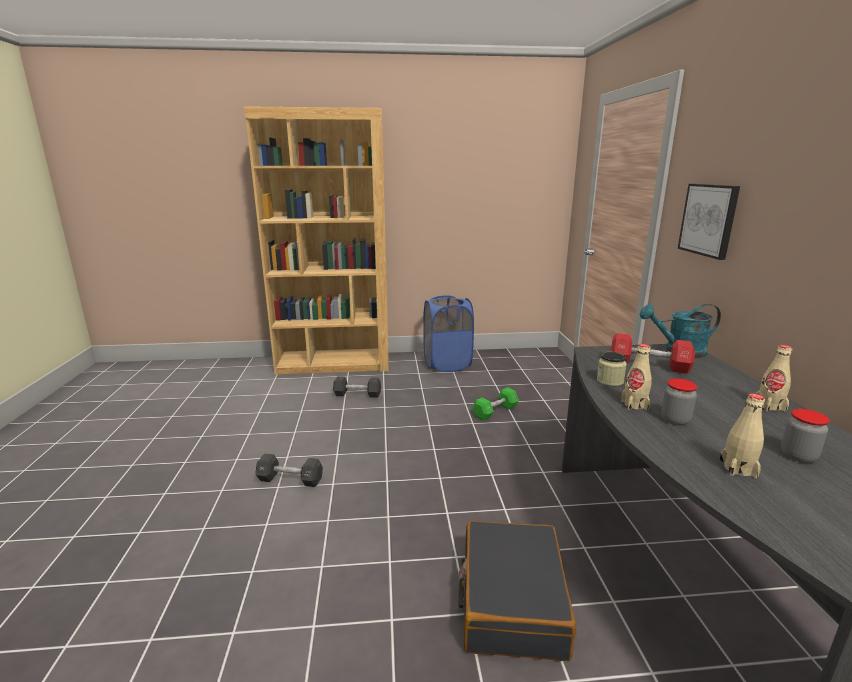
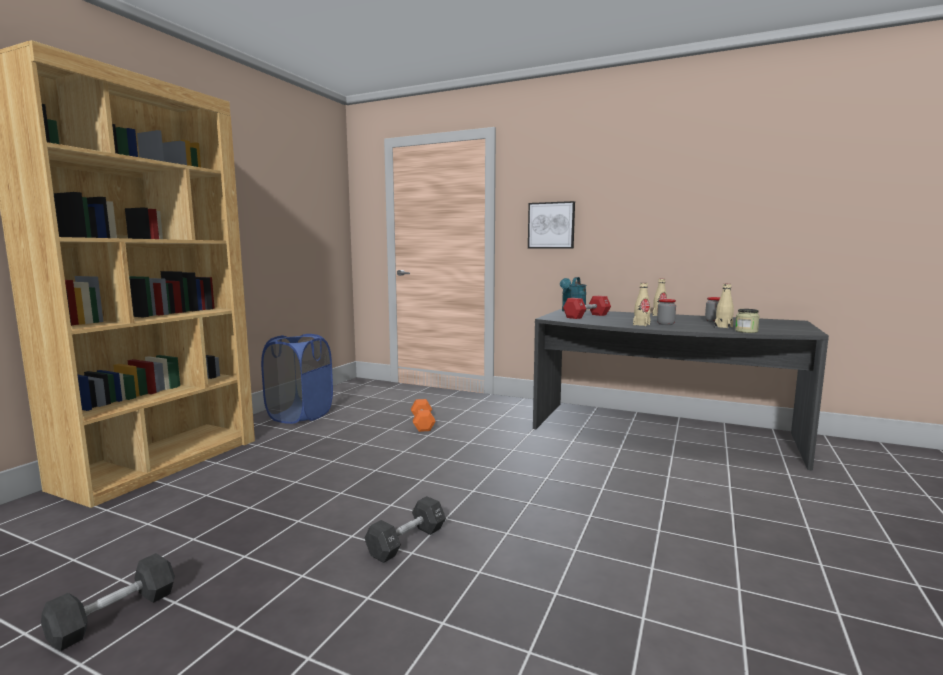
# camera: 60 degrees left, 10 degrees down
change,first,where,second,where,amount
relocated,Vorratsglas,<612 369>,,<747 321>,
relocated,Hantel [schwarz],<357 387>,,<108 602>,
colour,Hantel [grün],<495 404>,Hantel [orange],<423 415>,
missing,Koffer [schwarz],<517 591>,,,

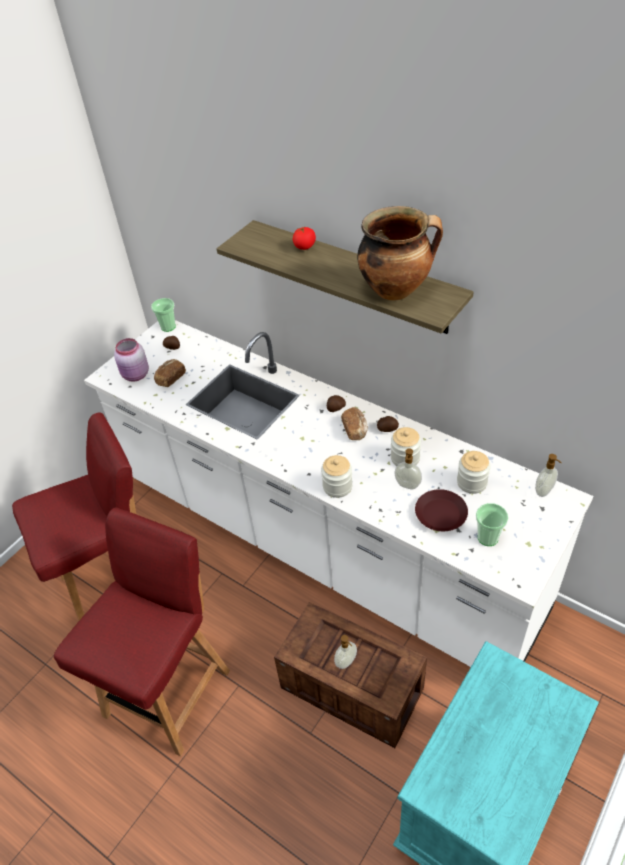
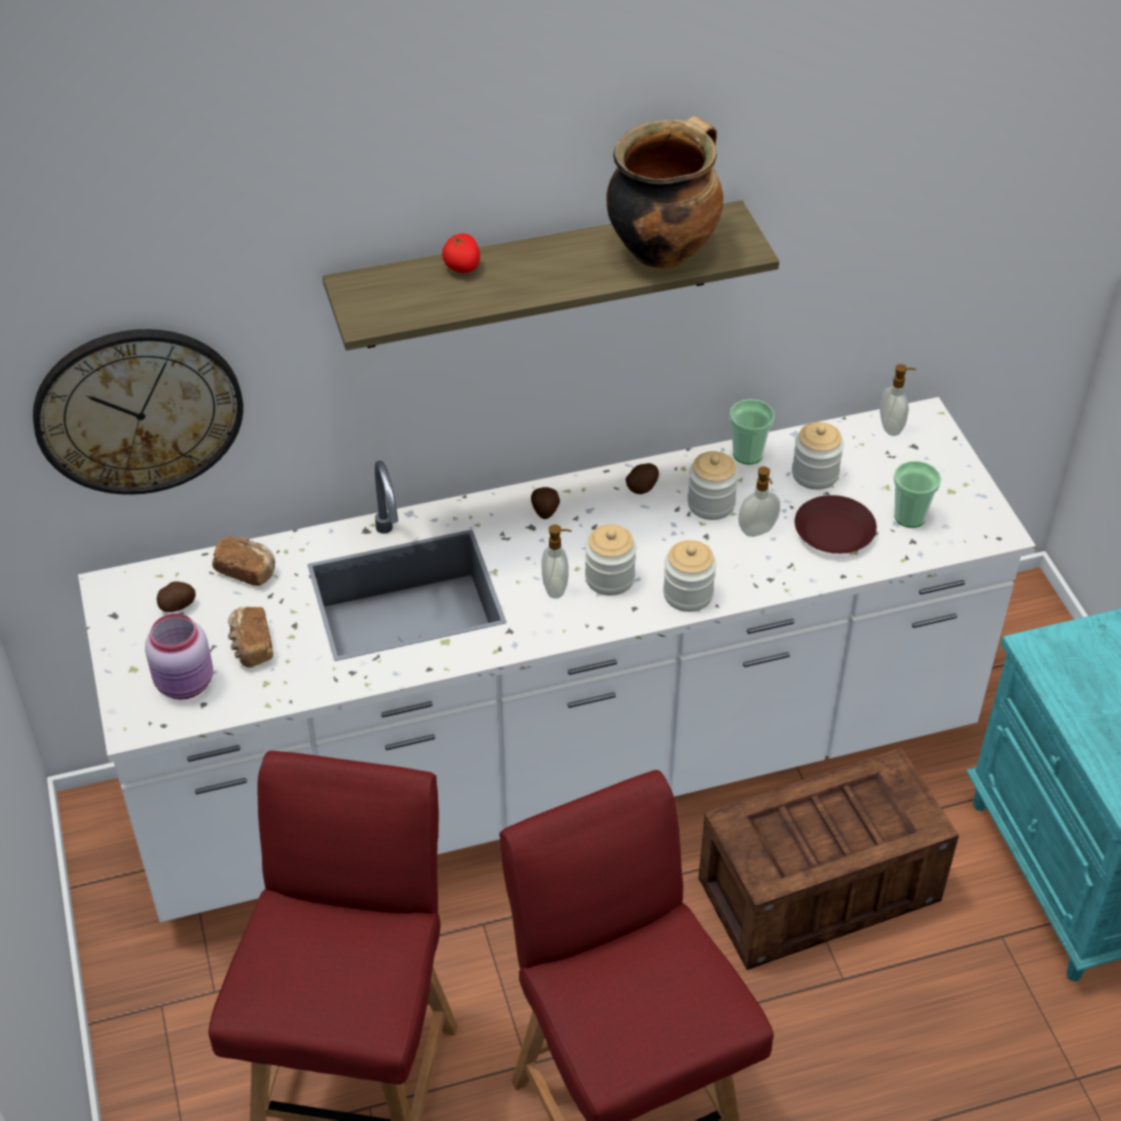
# camera: 55 degrees left, 0 degrees up
change,first,where,second,where,amount
relocated,Tasse,<163 315>,,<752 432>,
relocated,Brot,<354 423>,,<243 561>,
relocated,Seifenspender,<345 652>,,<557 561>,
appeared,,,Wanduhr,<138 412>,
appeared,,,Vorratsglas,<610 560>,

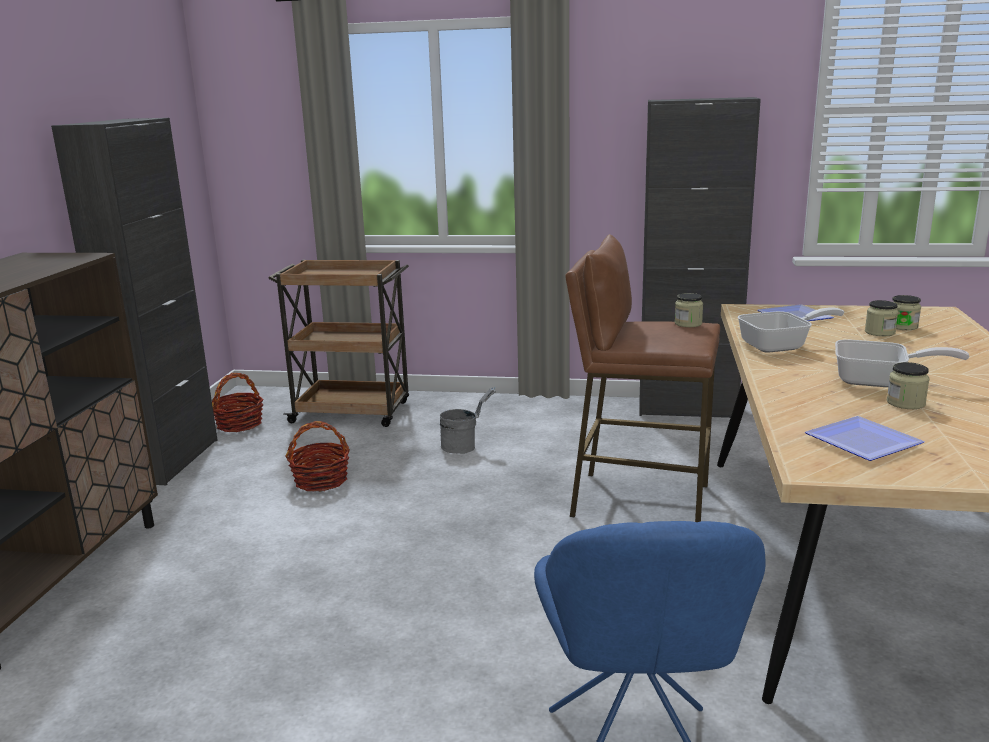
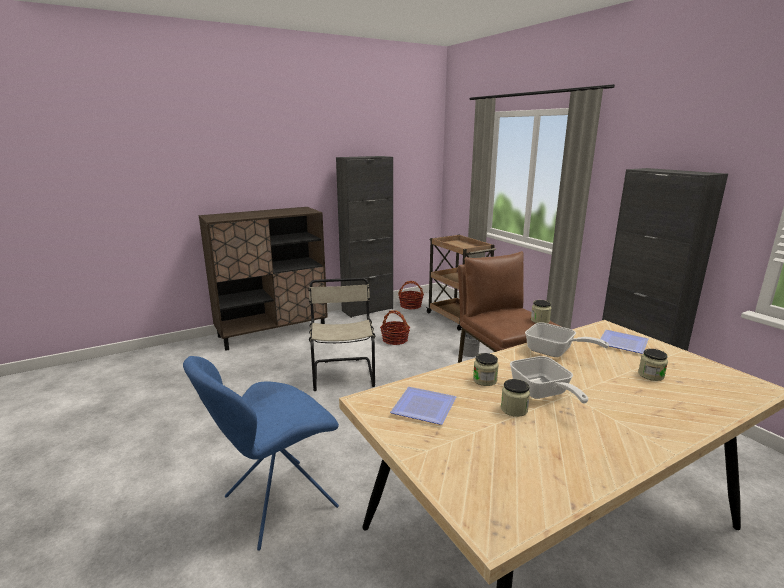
# camera: 50 degrees right, 0 degrees up
change,first,where,second,where,amount
relocated,Vorratsglas,<906 312>,,<486 369>,
appeared,,,Stuhl [beige],<341 334>,

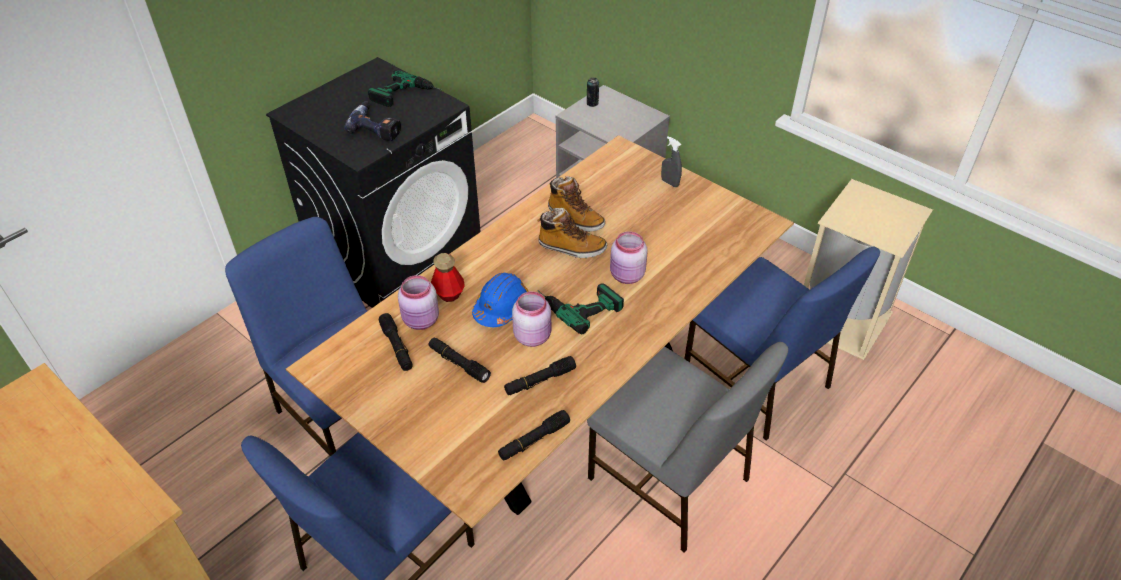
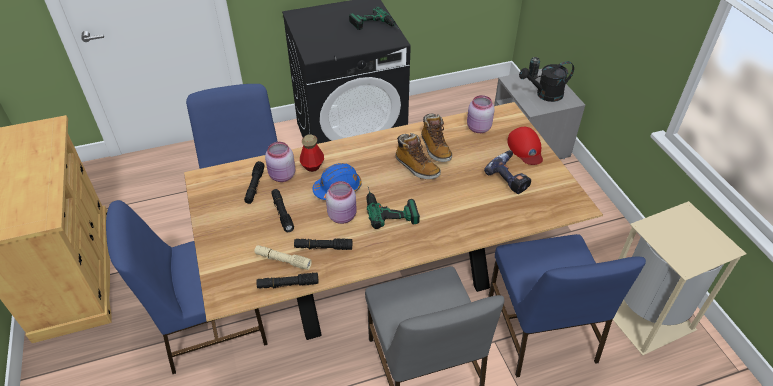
# camera: 30 degrees right, 0 degrees up
change,first,where,second,where,amount
relocated,Bohrmaschine,<372 121>,,<507 172>,
exchanged,Sprühflasche [grau],<671 161>,Kappe [rot],<525 146>,
relocated,Vorratsglas [rosa],<629 257>,,<481 114>,
appeared,,,Gießkanne [schwarz],<546 81>,
appeared,,,Taschenlampe [beige],<283 257>,

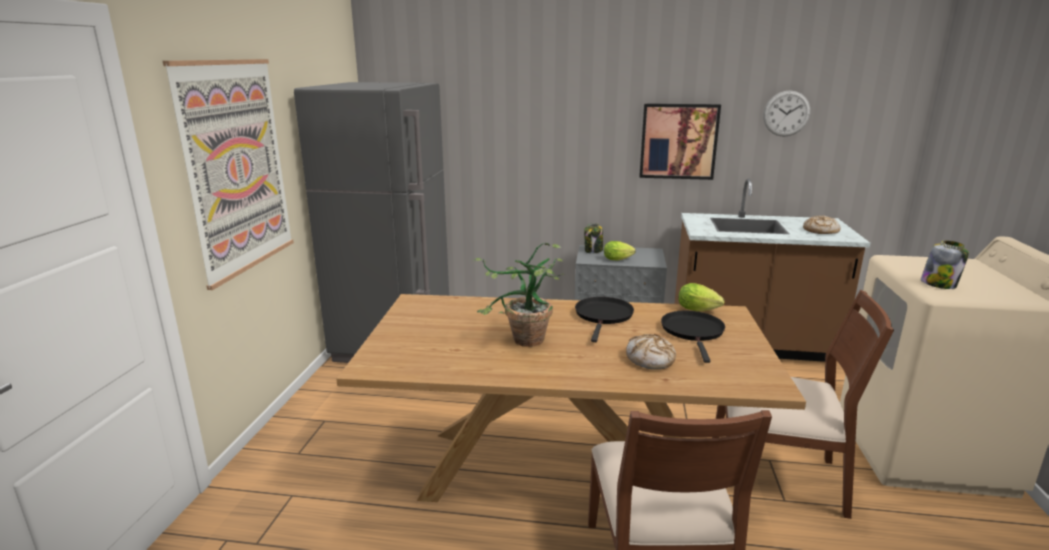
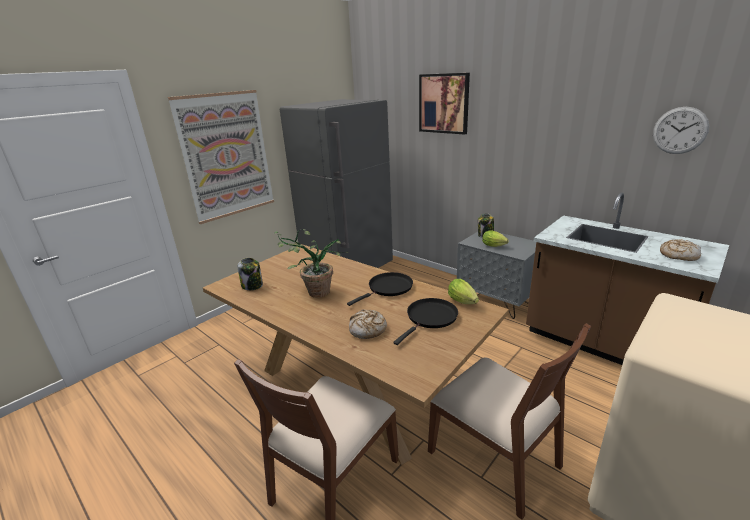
# camera: 35 degrees right, 5 degrees up
change,first,where,second,where,amount
relocated,Bild,<680 141>,,<444 104>,
relocated,Vorratsglas,<945 264>,,<250 274>,

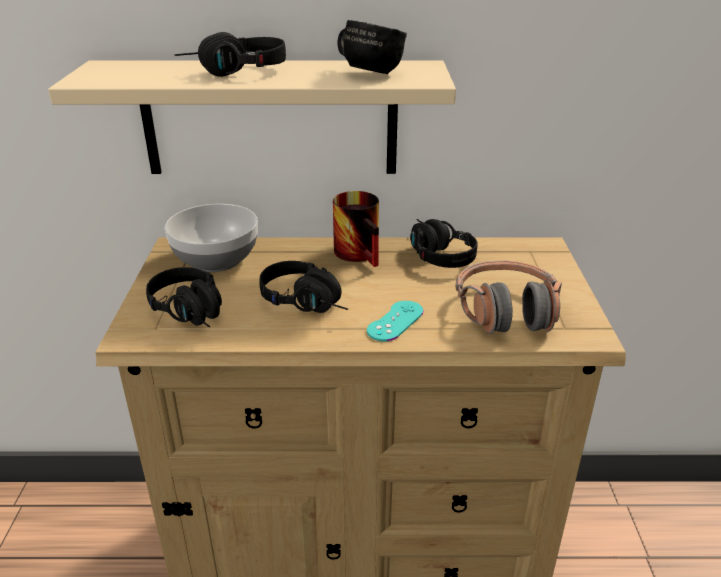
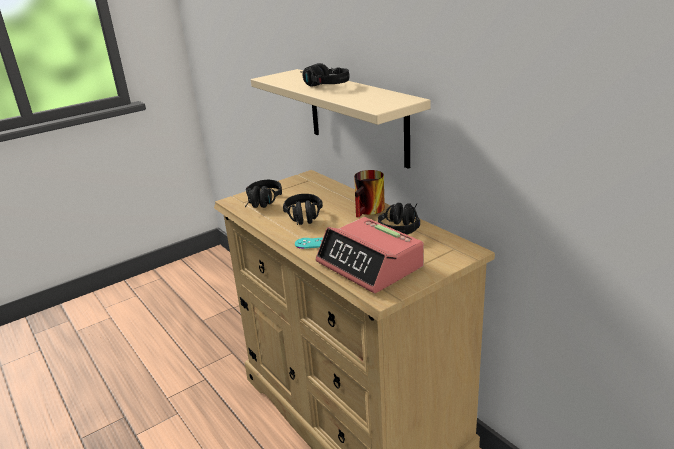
# camera: 55 degrees right, 5 degrees down
change,first,where,second,where,amount
missing,Henkelbecher [schwarz],<372 47>,,,
missing,Schüssel,<211 238>,,,
exchanged,Kopfhörer,<509 297>,Wecker,<370 255>,

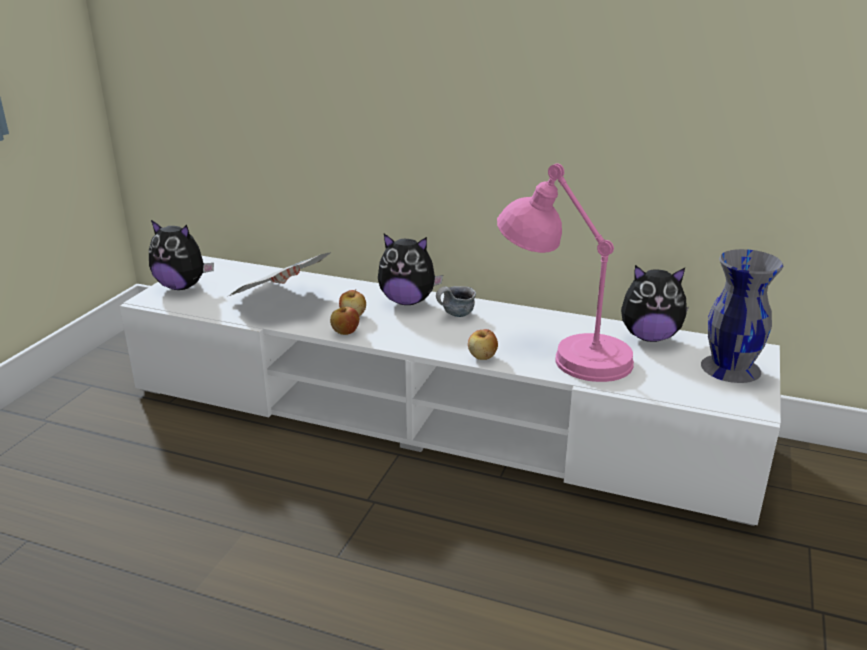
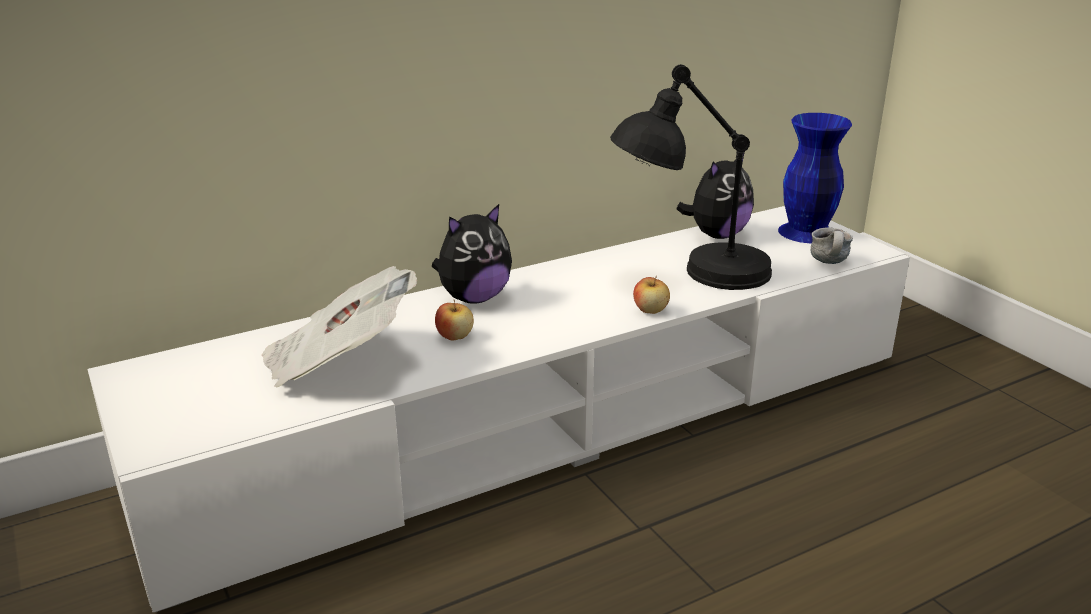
# camera: 50 degrees left, 0 degrees up
change,first,where,second,where,amount
colour,Tischlampe [rosa],<565 272>,Tischlampe [schwarz],<691 177>,
missing,Plüschtier,<181 255>,,,
colour,Vase [grau],<742 316>,Vase [blau],<815 178>,
relocated,Henkelbecher,<456 301>,,<832 245>,
missing,Apfel,<344 321>,,,

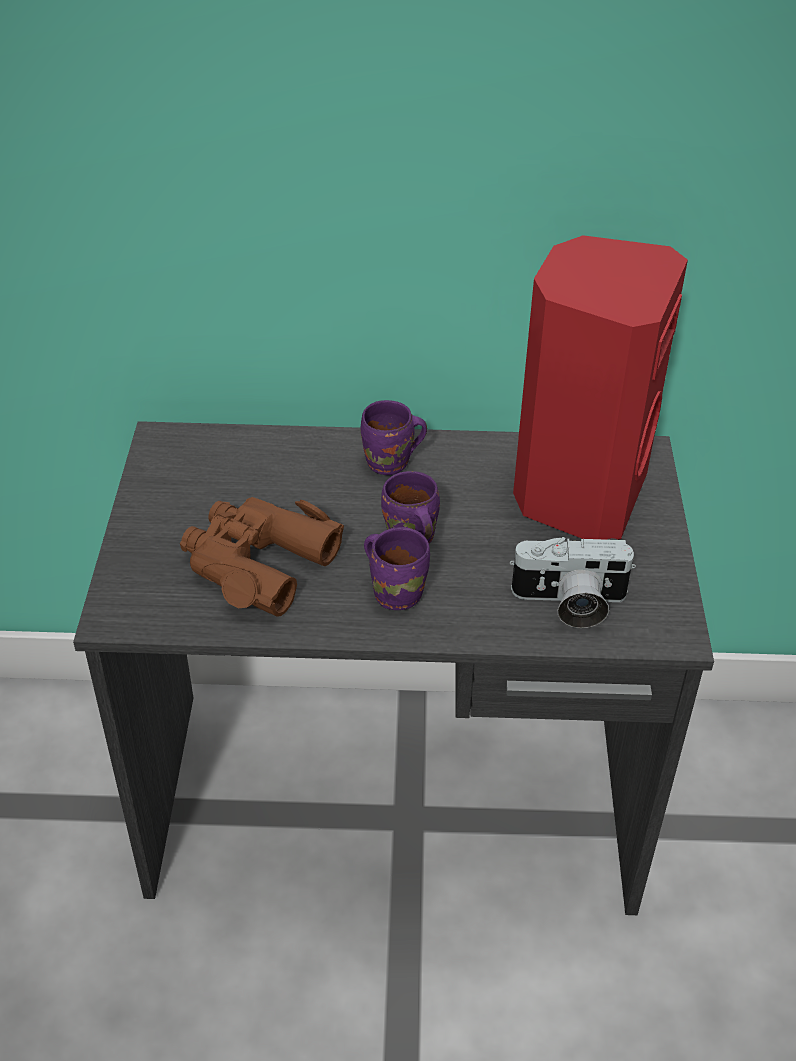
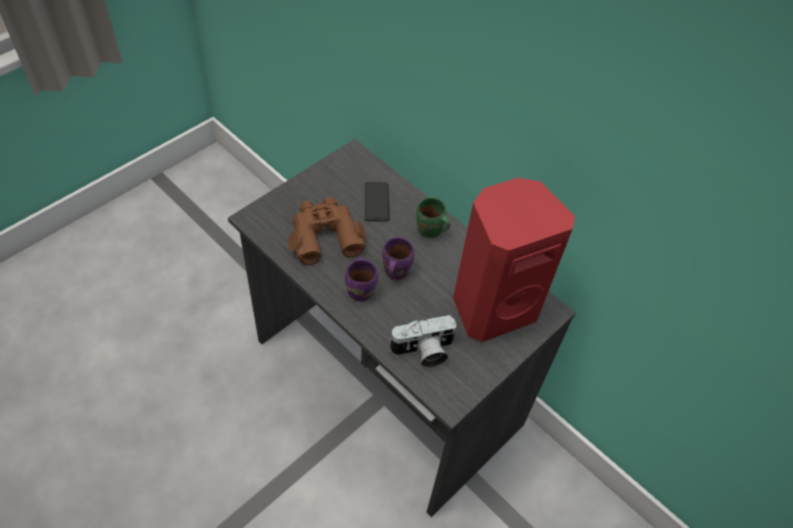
# camera: 40 degrees right, 10 degrees up
change,first,where,second,where,amount
colour,Henkelbecher [lila],<393 437>,Henkelbecher [grün],<433 217>,
spun,Kamera,<573 582>,,<423 341>,60 degrees counterclockwise
appeared,,,Handy,<376 202>,

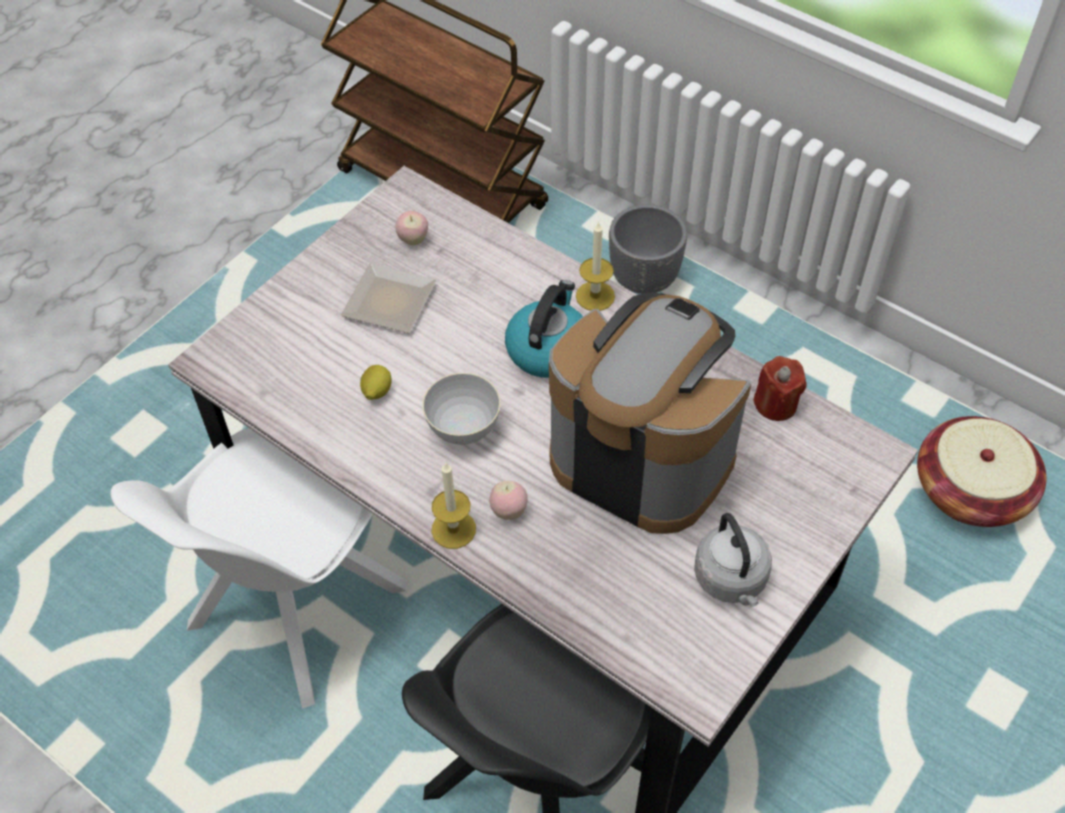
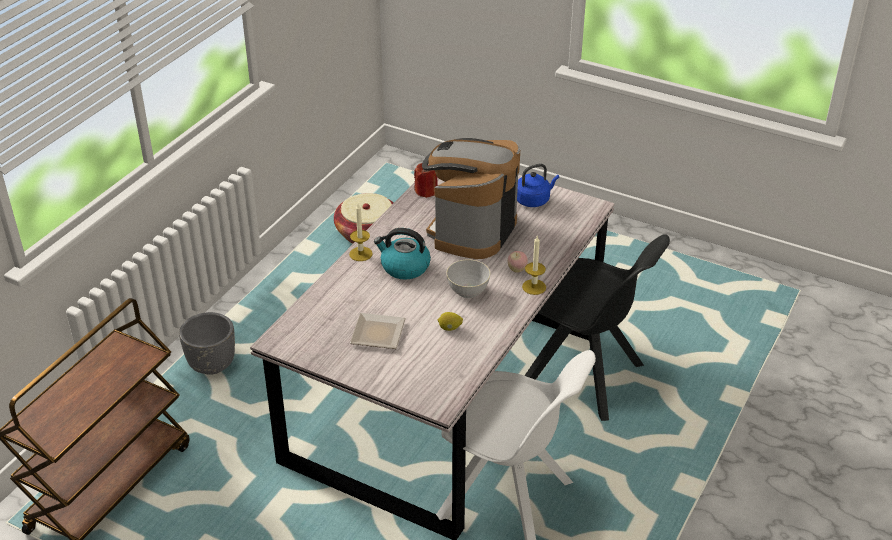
# camera: 100 degrees left, 15 degrees down
change,first,where,second,where,amount
missing,Apfel,<411 228>,,,
colour,Wasserkessel [grau],<733 560>,Wasserkessel [blau],<538 185>,

